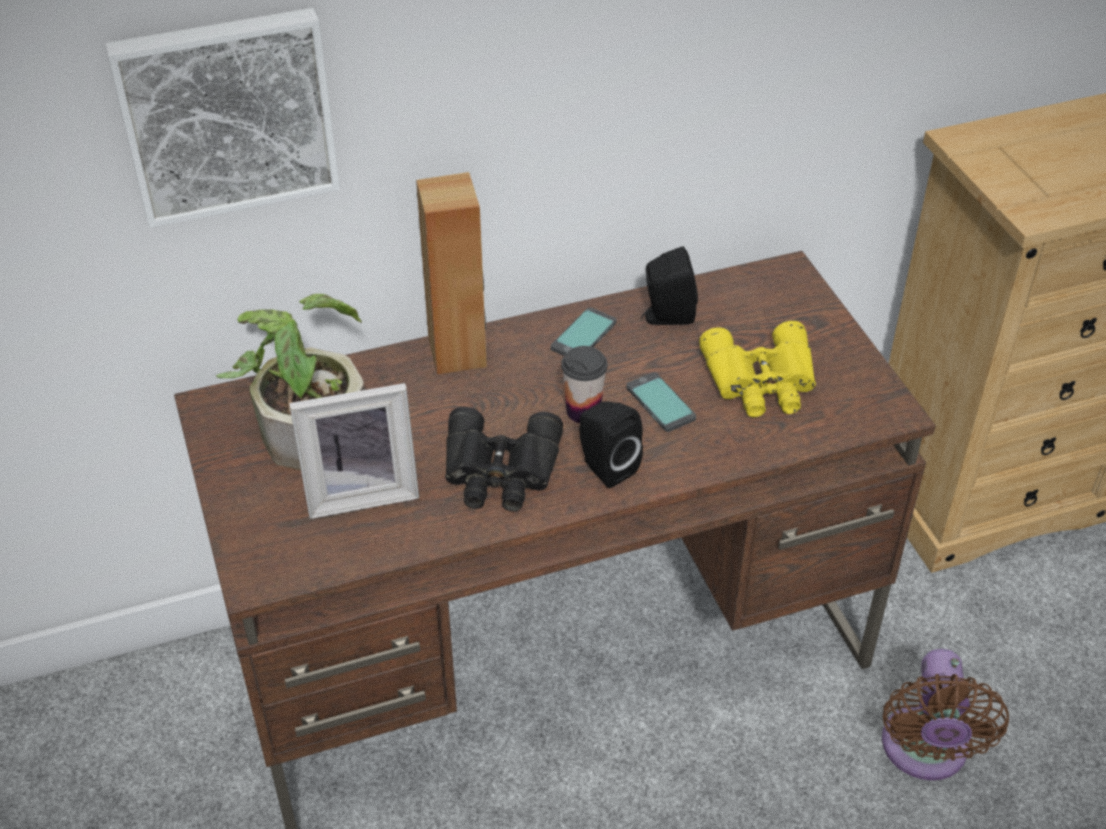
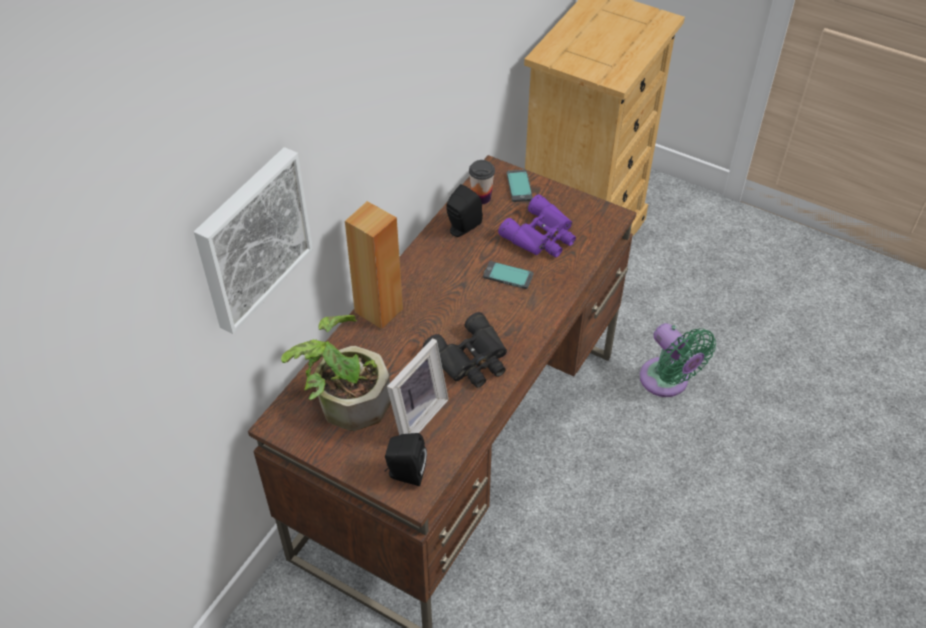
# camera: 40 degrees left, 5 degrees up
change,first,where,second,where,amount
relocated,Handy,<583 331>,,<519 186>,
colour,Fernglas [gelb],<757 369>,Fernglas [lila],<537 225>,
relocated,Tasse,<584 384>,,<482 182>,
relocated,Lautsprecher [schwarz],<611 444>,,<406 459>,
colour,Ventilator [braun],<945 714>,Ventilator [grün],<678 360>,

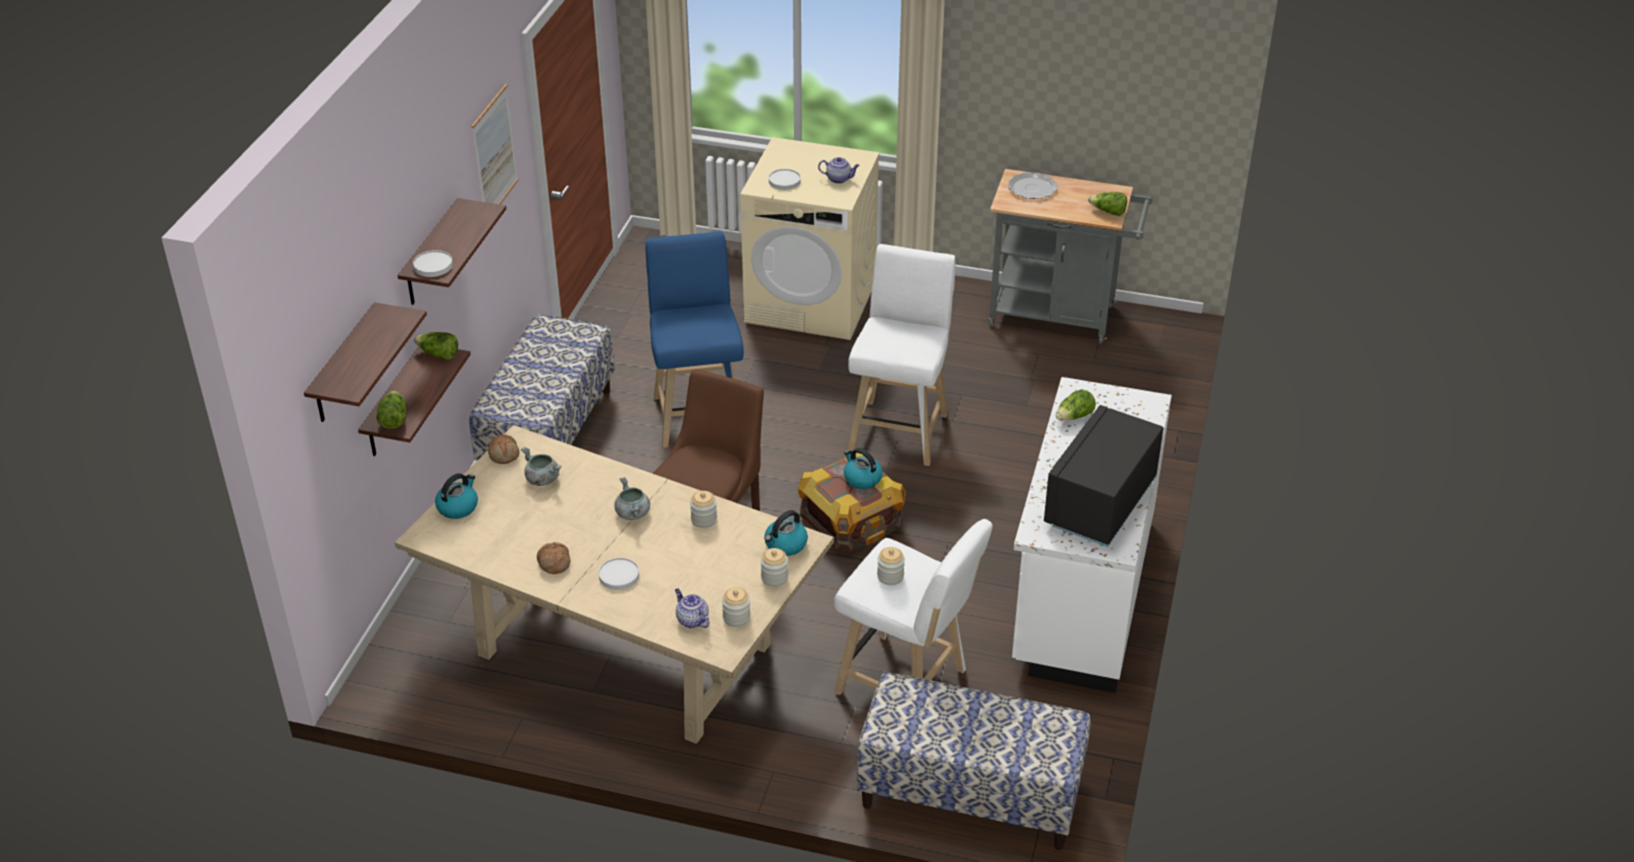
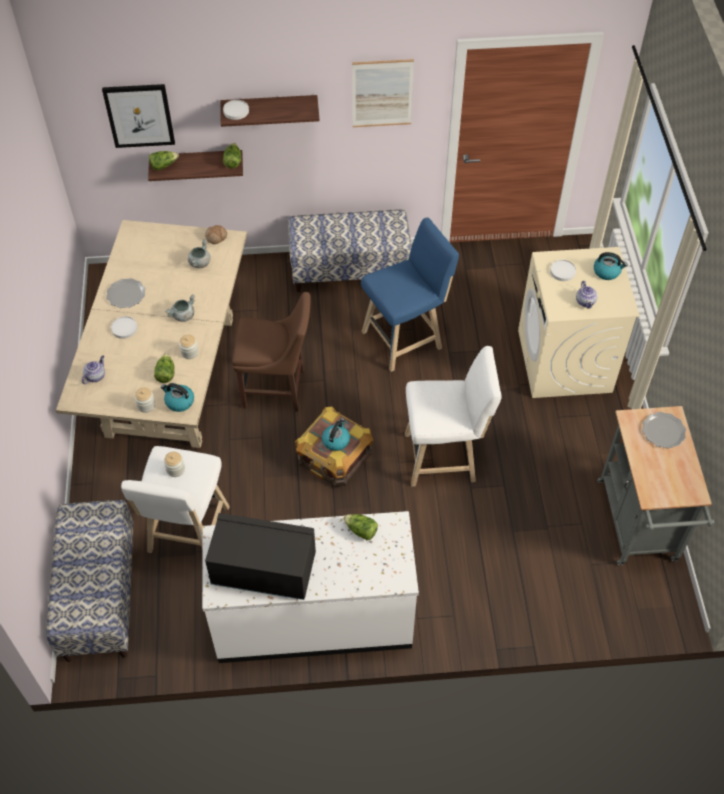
# camera: 70 degrees right, 15 degrees up
change,first,where,second,where,amount
relocated,Salatkopf,<1107 204>,,<164 368>,
exchanged,Wandregal,<365 362>,Bild,<138 116>,
relocated,Wasserkessel,<456 496>,,<611 266>,
exchanged,Brot,<553 558>,Teller,<125 293>,
missing,Vorratsglas,<736 607>,,,

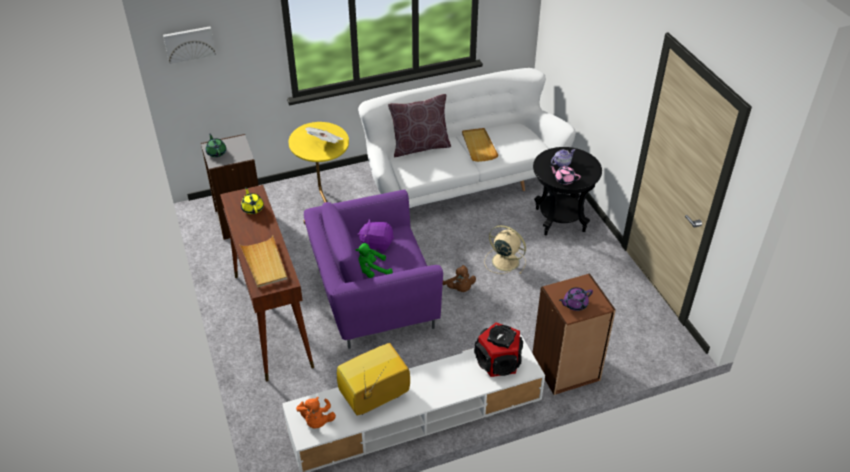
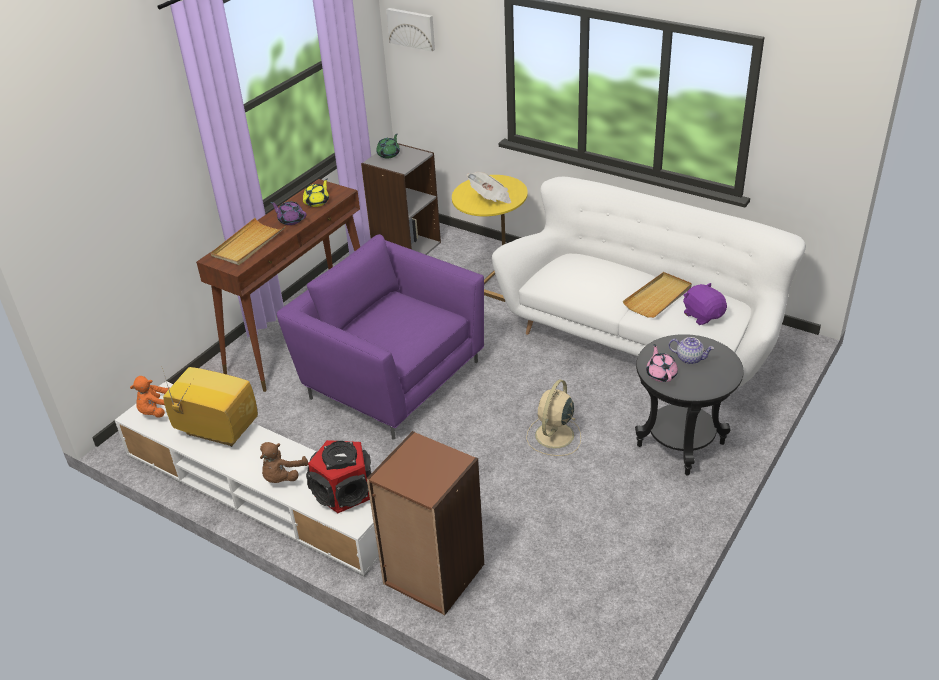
# camera: 55 degrees right, 5 degrees down
change,first,where,second,where,amount
missing,Kissen [braun],<419 125>,,,
relocated,Plüschtier [lila],<375 235>,,<705 304>,
spun,Ventilator [beige],<505 249>,,<553 418>,150 degrees counterclockwise
missing,Plüschtier [grün],<374 260>,,,
relocated,Plüschtier [braun],<459 278>,,<284 462>,
relocated,Teekanne [lila],<576 299>,,<288 213>,

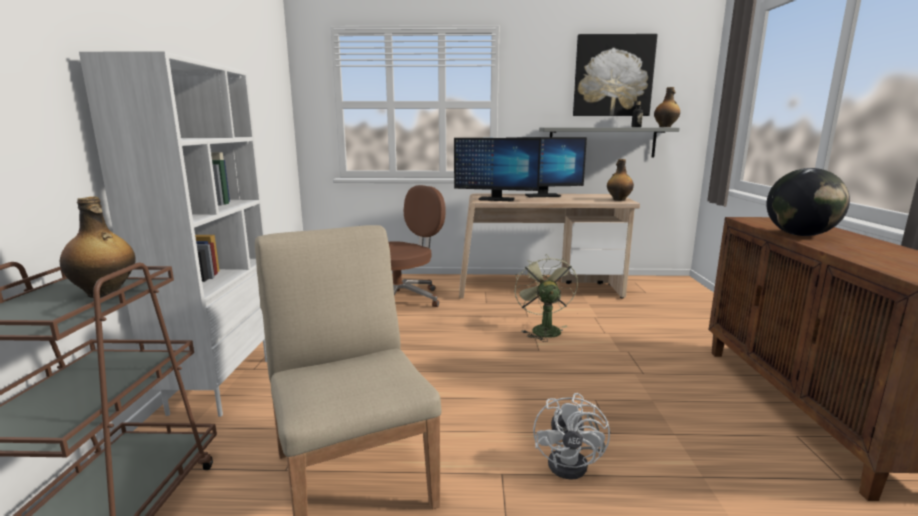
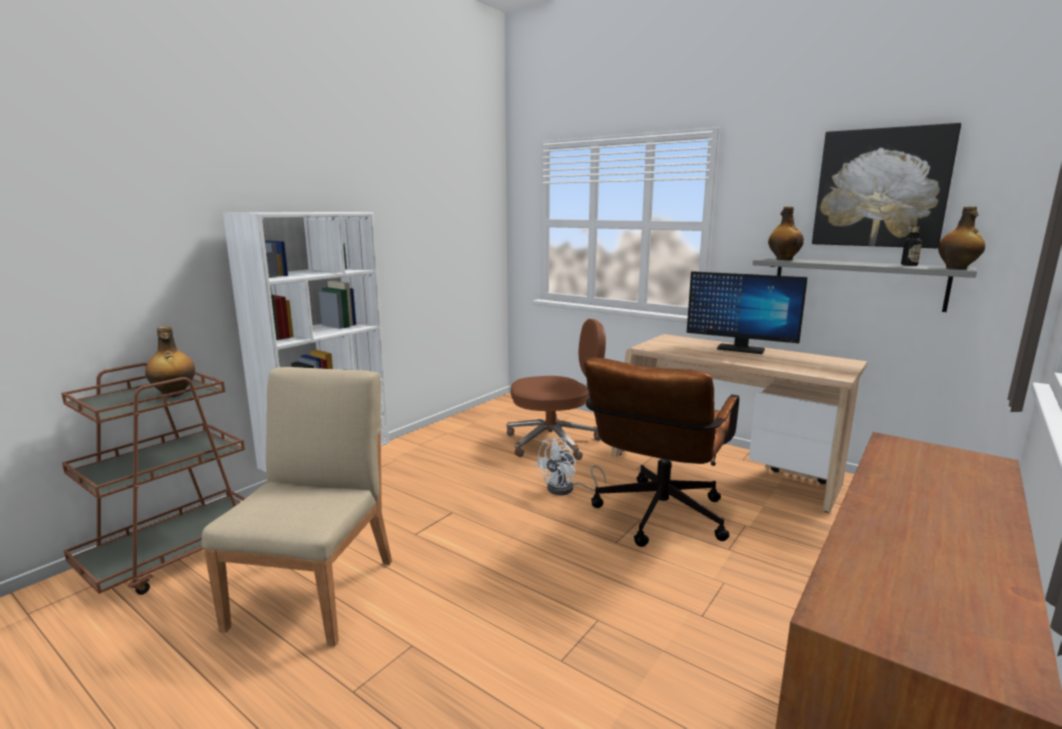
# camera: 35 degrees right, 0 degrees up
change,first,where,second,where,amount
missing,Monitor,<497 169>,,,
relocated,Flasche,<620 180>,,<786 233>,
missing,Globus,<808 202>,,,
exchanged,Ventilator [grün],<546 298>,Bürostuhl [braun],<661 452>,
relocated,Ventilator [weiß],<571 436>,,<570 466>,

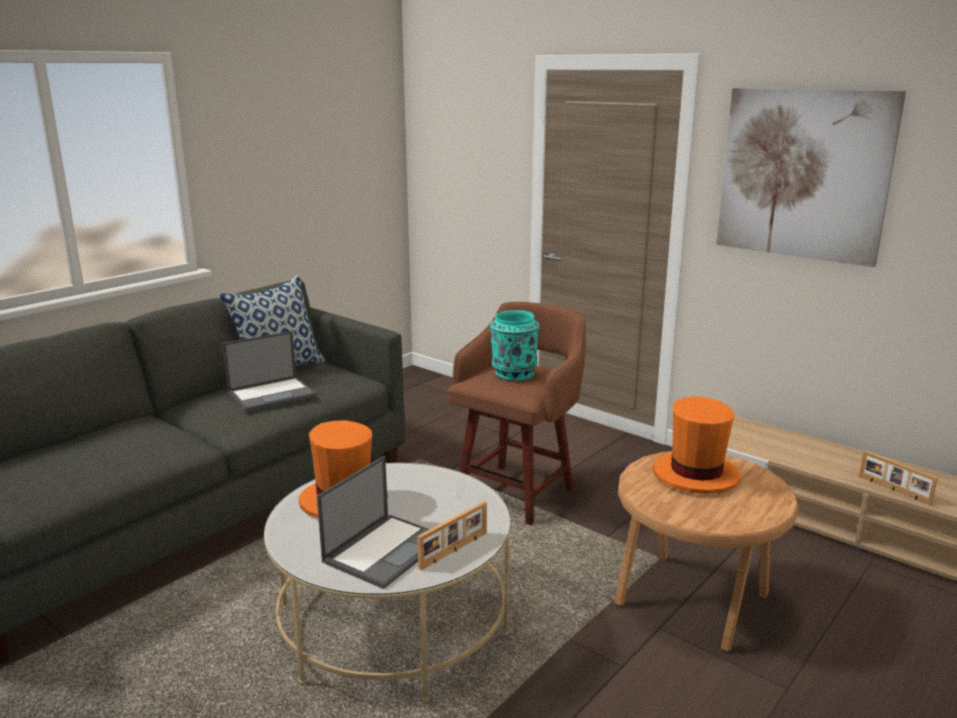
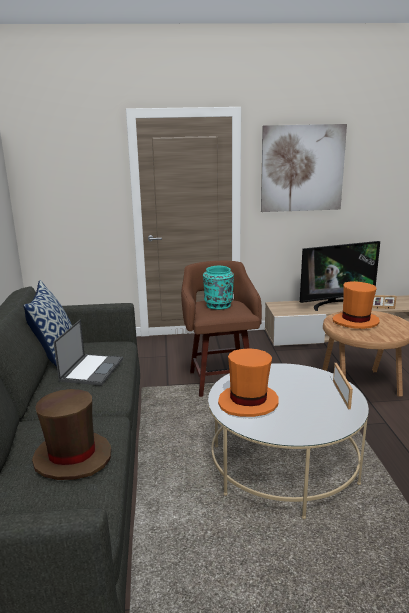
# camera: 45 degrees left, 0 degrees up
change,first,where,second,where,amount
missing,Laptop,<373 522>,,,
appeared,,,Fernseher,<340 276>,
appeared,,,Hut [braun],<71 434>,

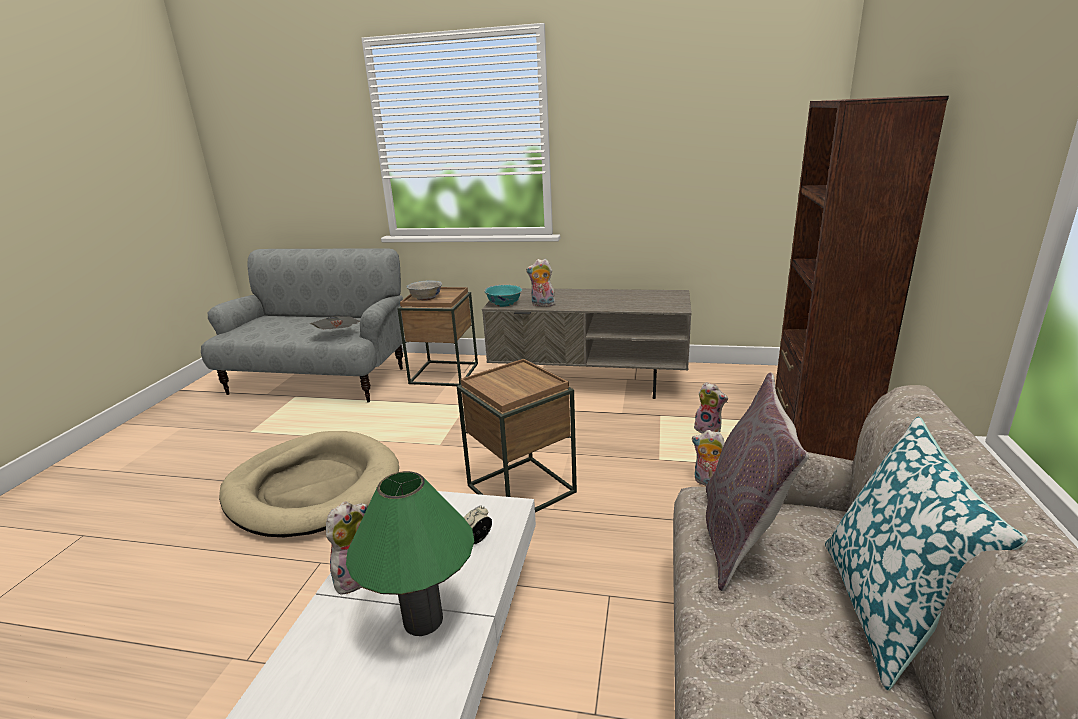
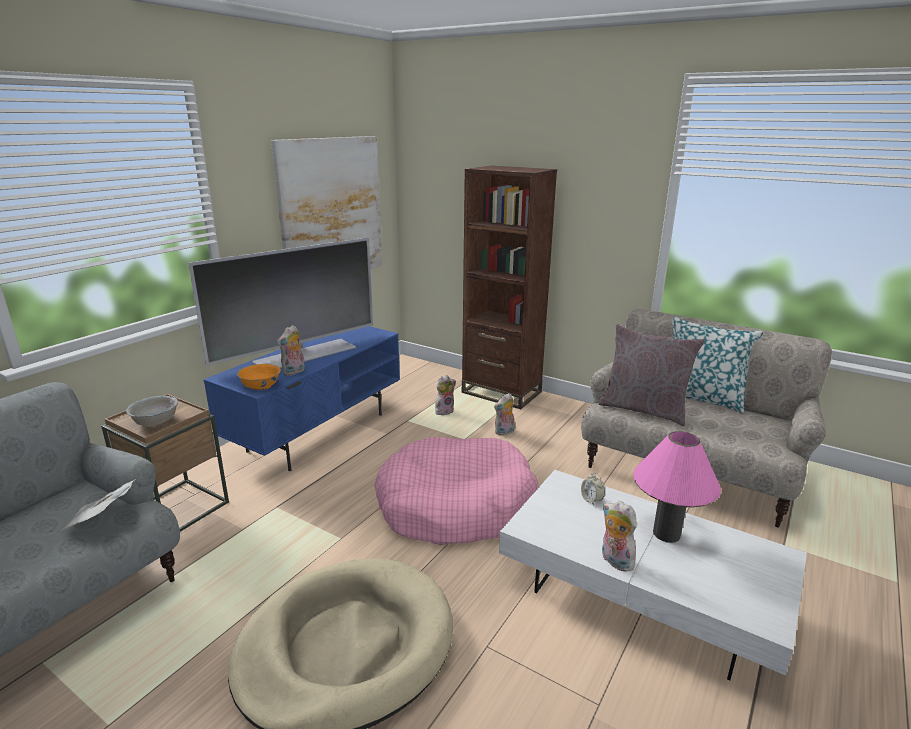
# camera: 70 degrees left, 0 degrees up
change,first,where,second,where,amount
colour,Schüssel [türkis],<503 296>,Schüssel [orange],<258 377>,
colour,Fernsehschrank [grau],<587 343>,Fernsehschrank [blau],<301 398>,
exchanged,Beistelltisch [braun],<517 435>,Hundebett [rosa],<456 491>,
colour,Tischlampe [grün],<410 553>,Tischlampe [rosa],<677 487>,
appeared,,,Bild,<326 202>,
appeared,,,Fernseher,<280 302>,

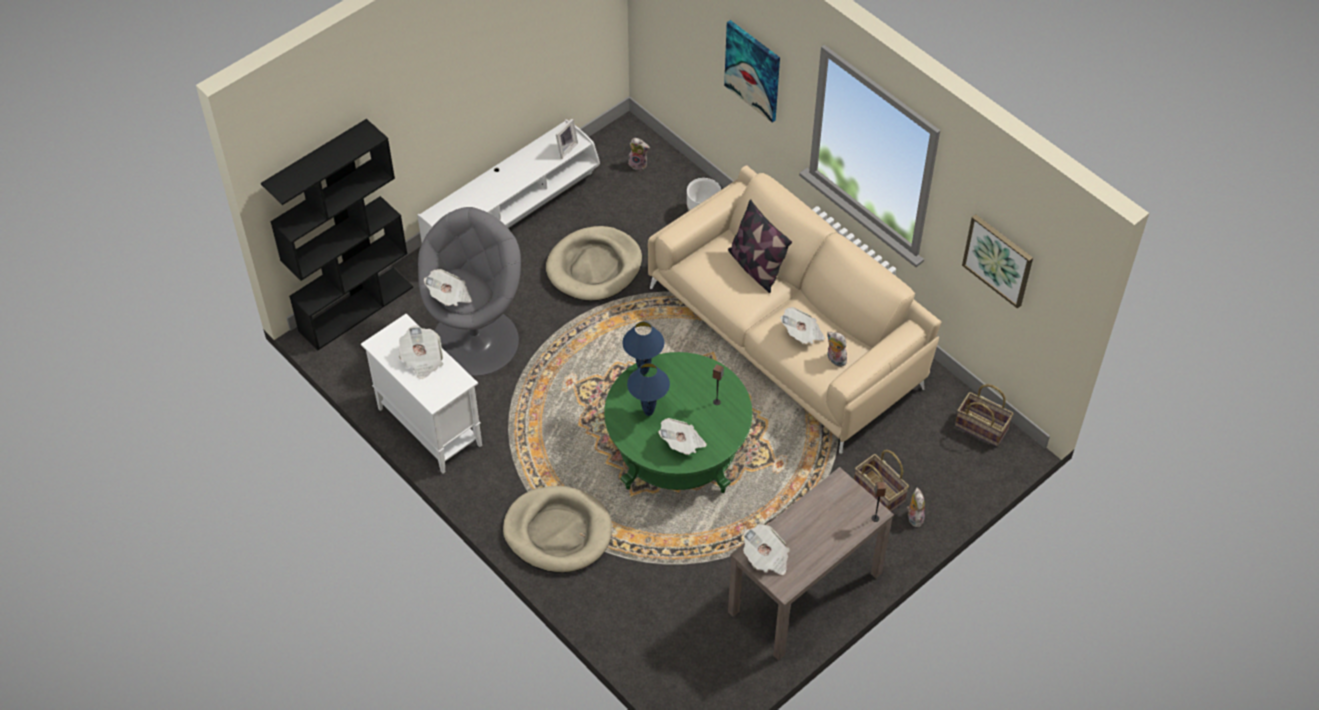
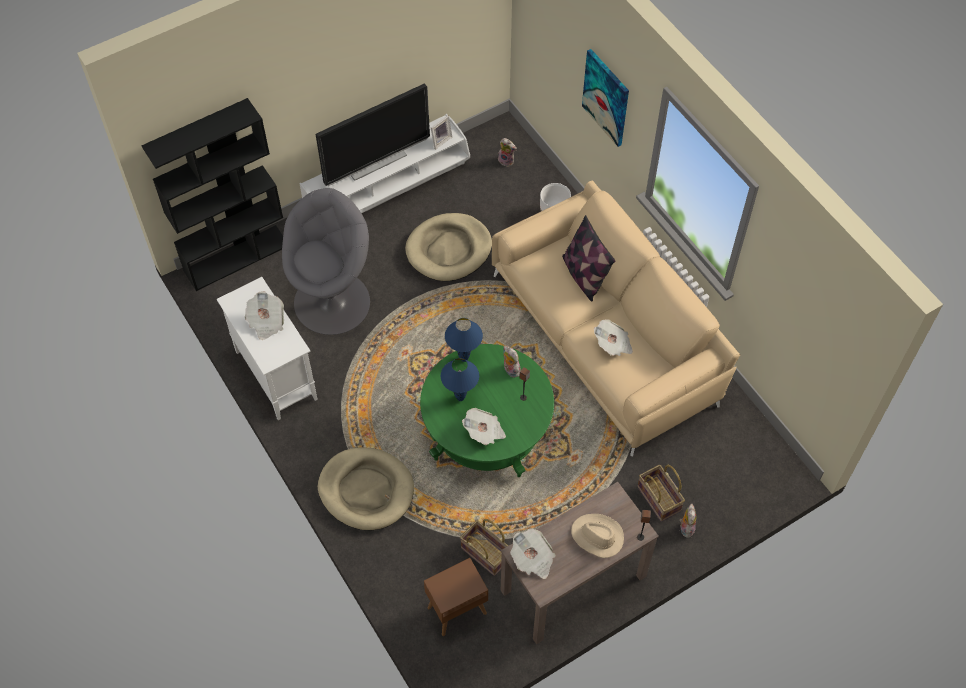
# camera: 10 degrees right, 5 degrees up
change,first,where,second,where,amount
missing,Bild,<997 261>,,,
missing,Zeitung,<448 287>,,,
relocated,Plüschtier,<837 349>,,<512 362>,
relocated,Korb,<984 415>,,<484 547>,
appeared,,,Fernseher,<373 135>,
appeared,,,Hut [beige],<597 536>,
appeared,,,Beistelltisch [braun],<456 597>,

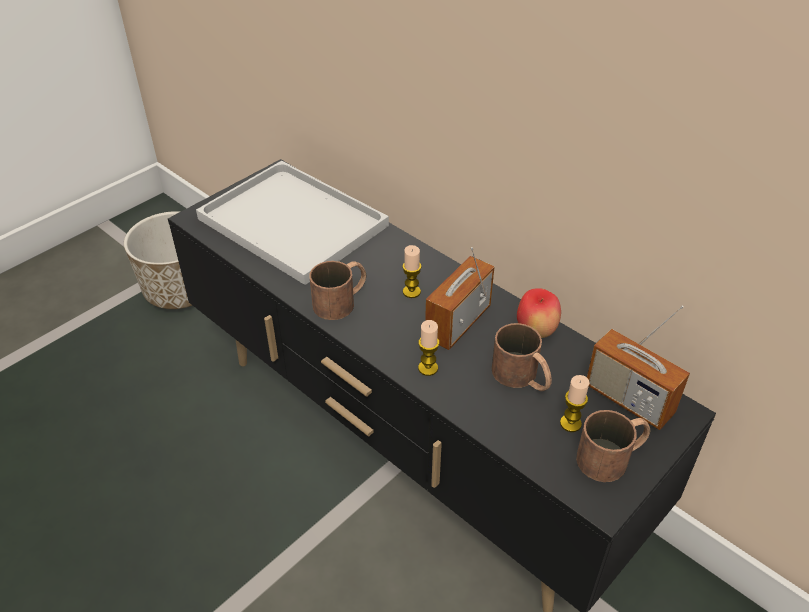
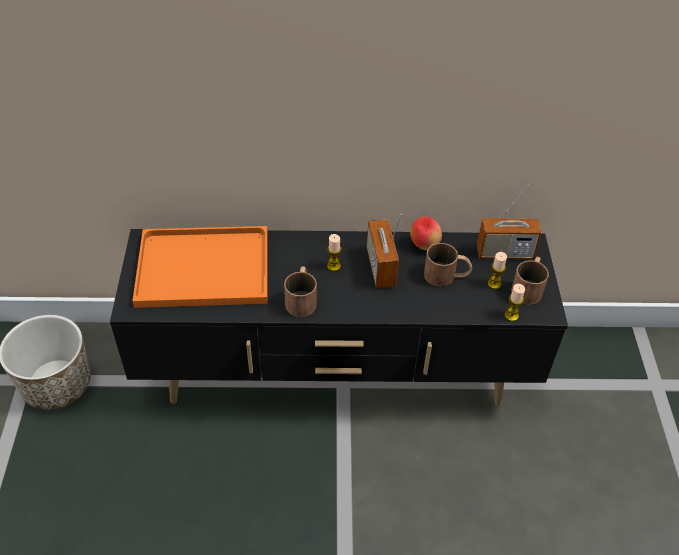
# camera: 45 degrees left, 5 degrees up
change,first,where,second,where,amount
colour,Tablett [weiß],<292 223>,Tablett [orange],<199 267>,
relocated,Kerze,<428 348>,,<514 302>,

